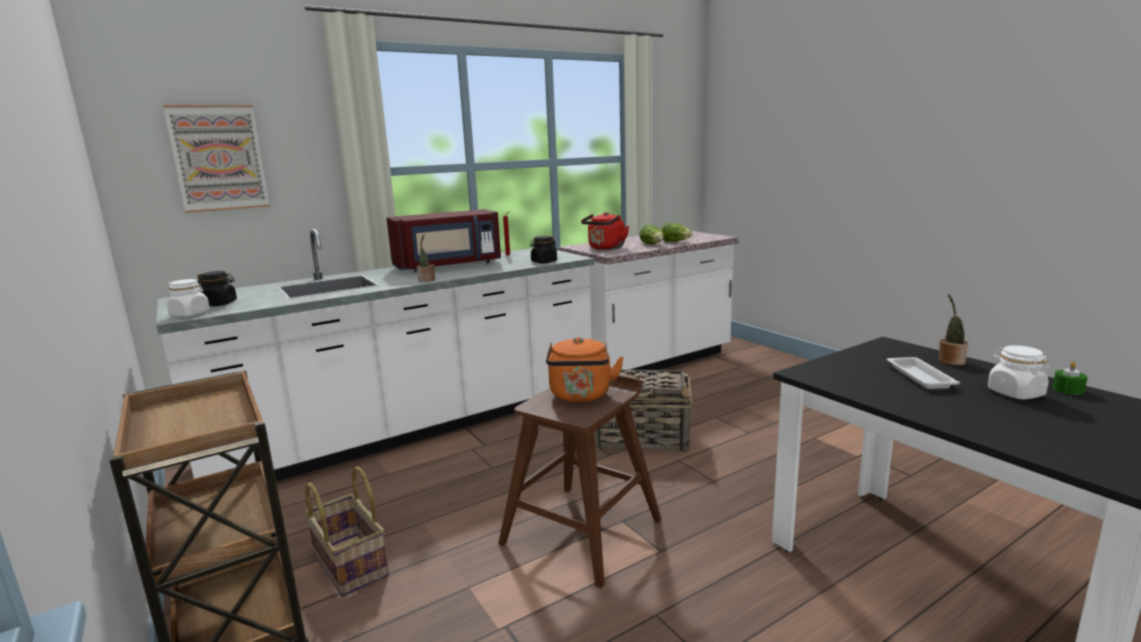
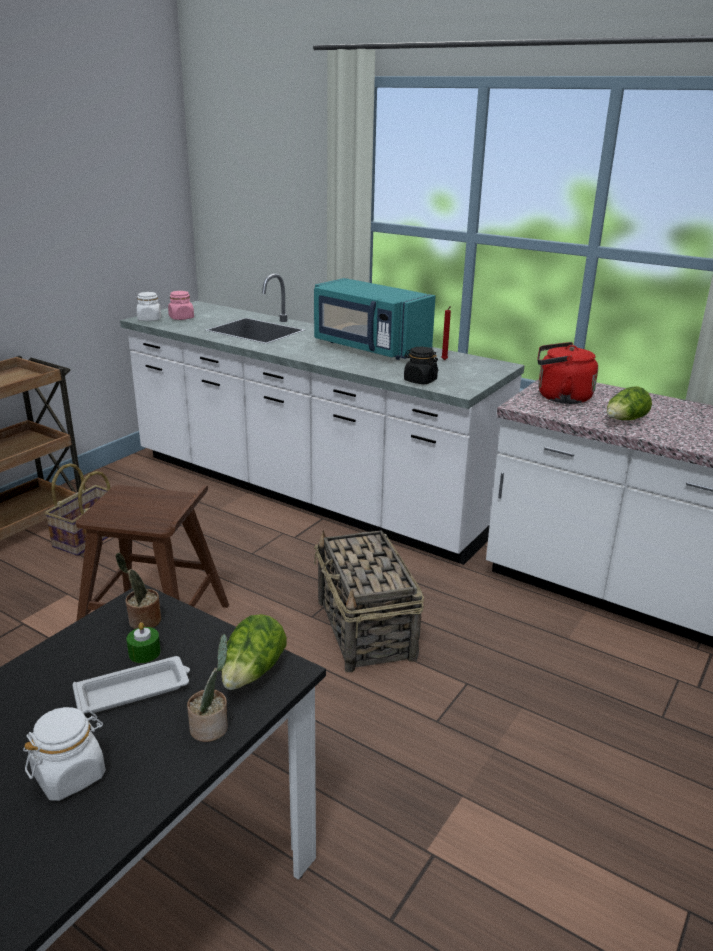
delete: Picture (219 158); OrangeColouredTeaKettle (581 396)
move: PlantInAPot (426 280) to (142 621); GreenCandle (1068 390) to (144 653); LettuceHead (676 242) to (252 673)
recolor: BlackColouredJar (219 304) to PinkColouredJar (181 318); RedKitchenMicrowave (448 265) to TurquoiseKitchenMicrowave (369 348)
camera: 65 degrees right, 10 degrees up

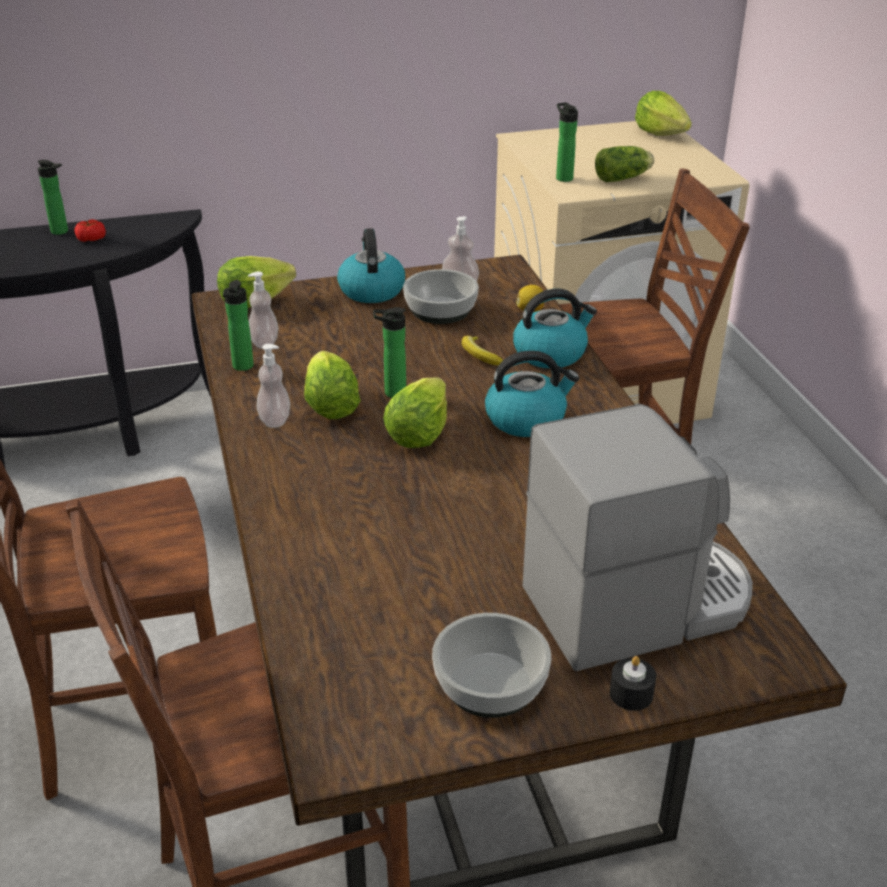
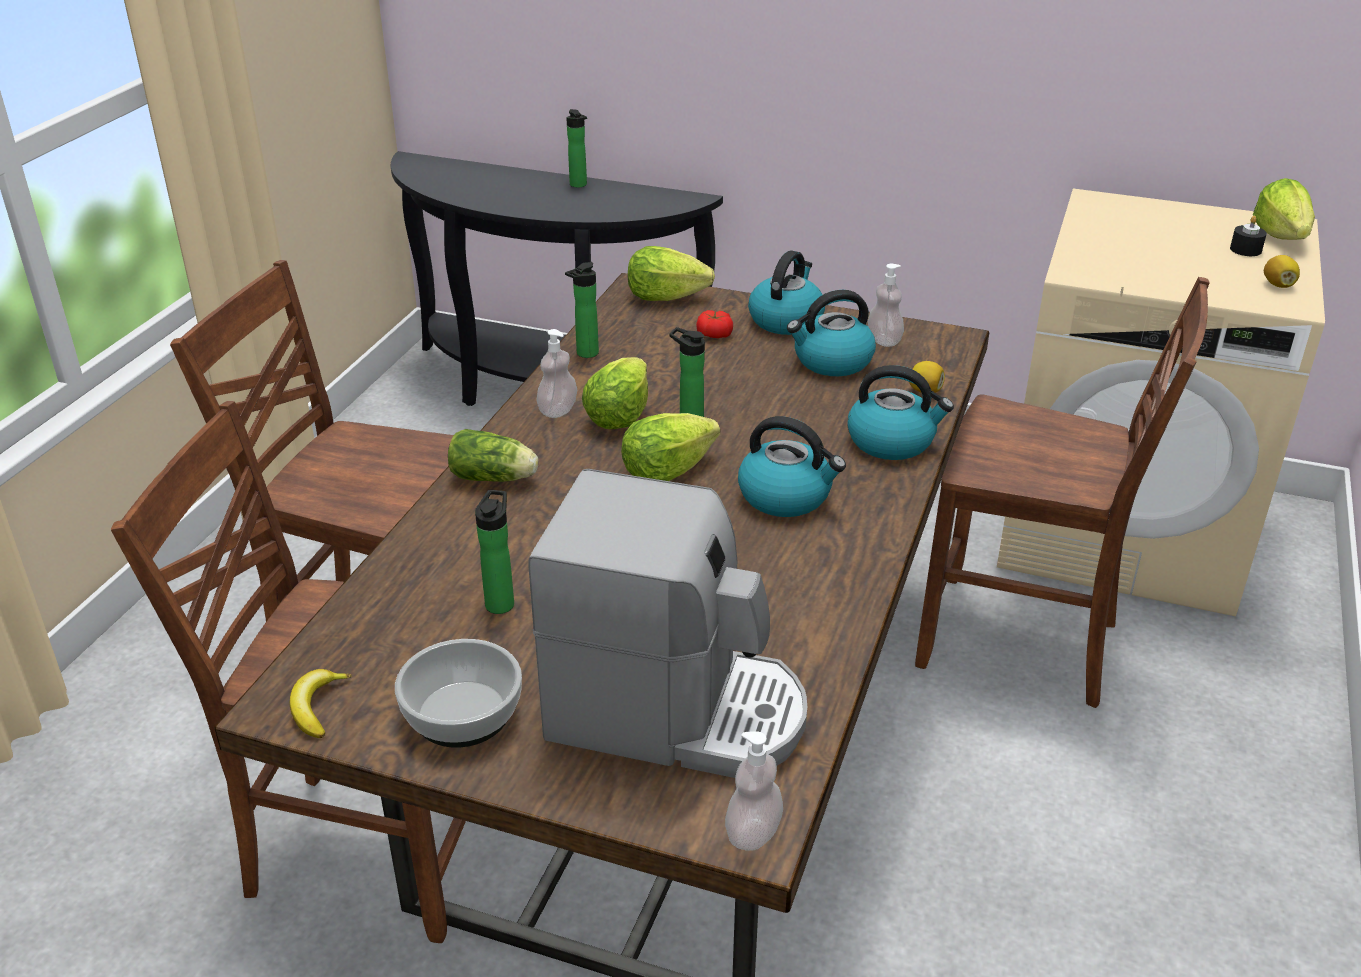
insert: CitrusFruit (1278 285)
move: WholeBanana (479 355) to (317 707); LettuceHead (624 178) to (495 478); Bottle (563 178) to (501 602); Tomato (91 239) to (714 334); SoapDispenser (264 342) to (753 833); BlackColouredCandle (631 694) to (1245 249)
replace: DeepDish (441 310) to TeaKettle (832 361)
camera: 35 degrees right, 0 degrees up

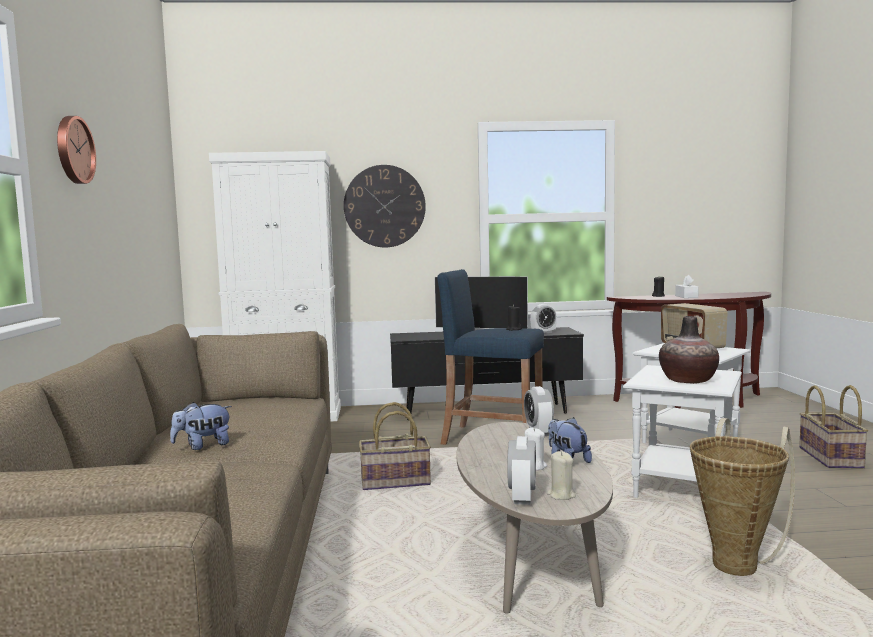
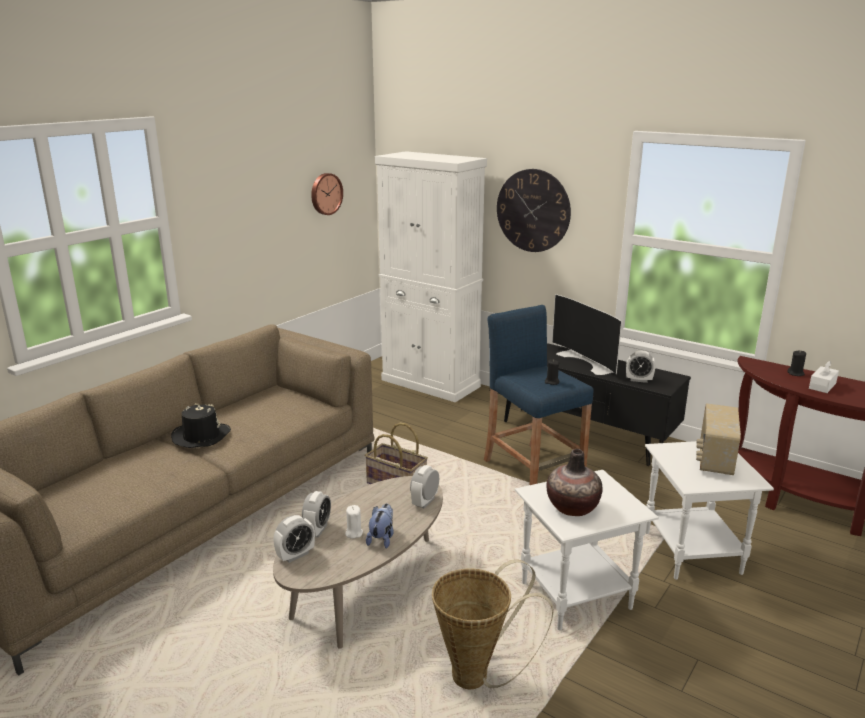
delete: BeigeColouredCandle (561 495); StorageBasket (831 458)
insert: AlarmClock (317 530)
move: HangingClock (73 150) to (325 194)
replace: CuddlyToy (203 446) to BlackColouredWearableHat (201 436)
camera: 40 degrees right, 15 degrees up

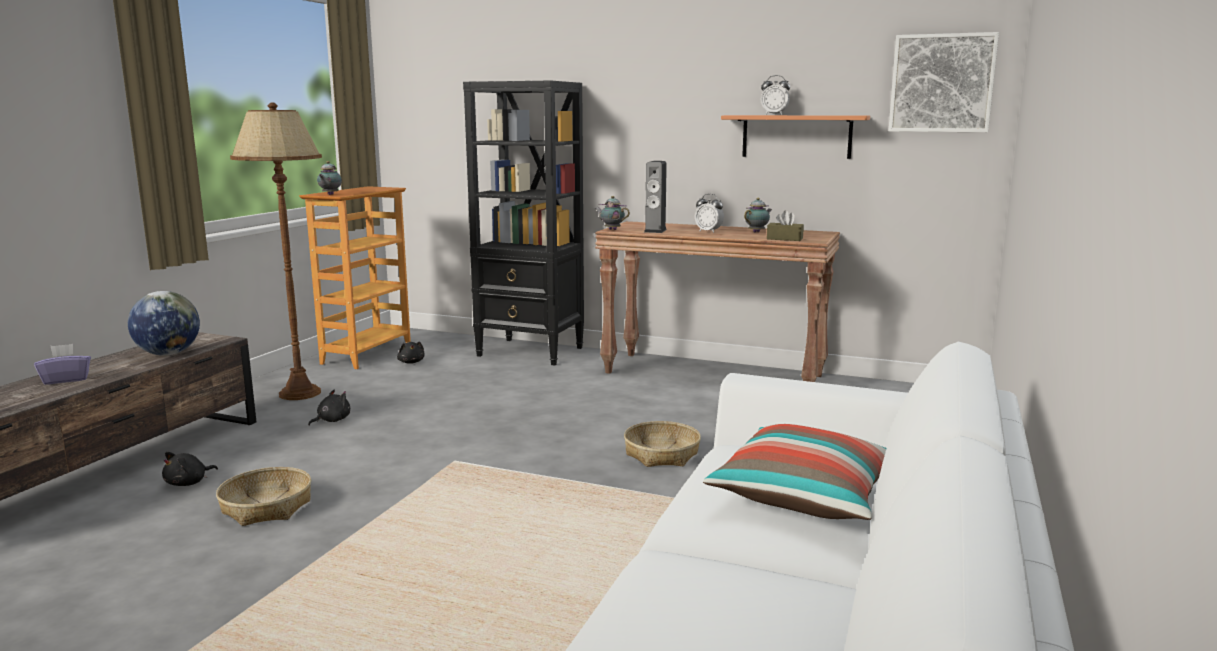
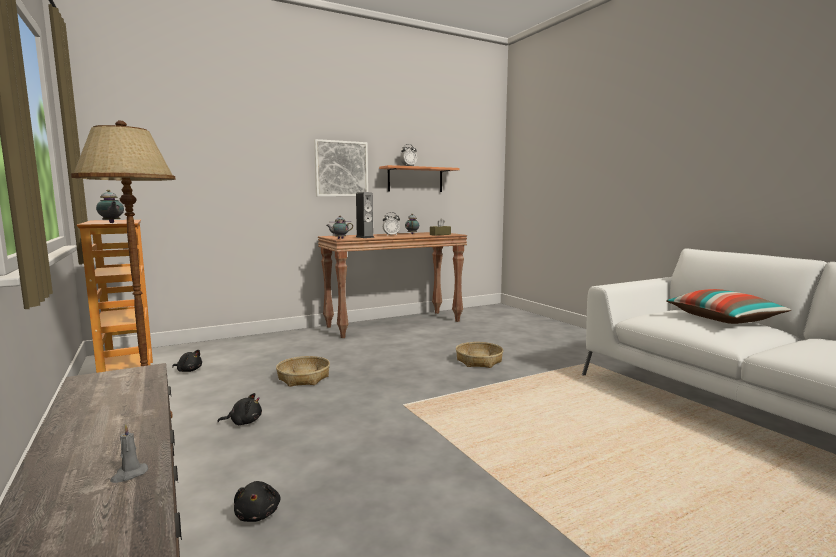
delete: PurpleColouredBoxOfTissues (66 379); Globe (168 354); BlackColouredBookcase (531 352)
insert: GreyishCandle (129 474)
move: StorageBasket (266 507) to (303 378); Picture (941 83) to (341 169)
rotate: BlackColouredCuddlyToy (332 420) = (244 422) 90 degrees clockwise
camera: 50 degrees left, 5 degrees down

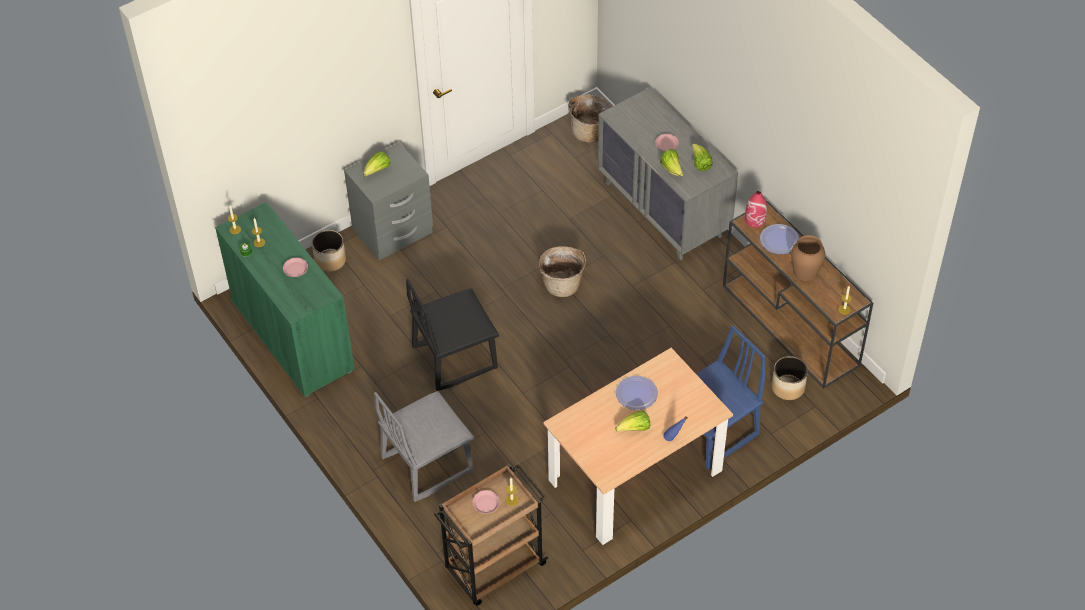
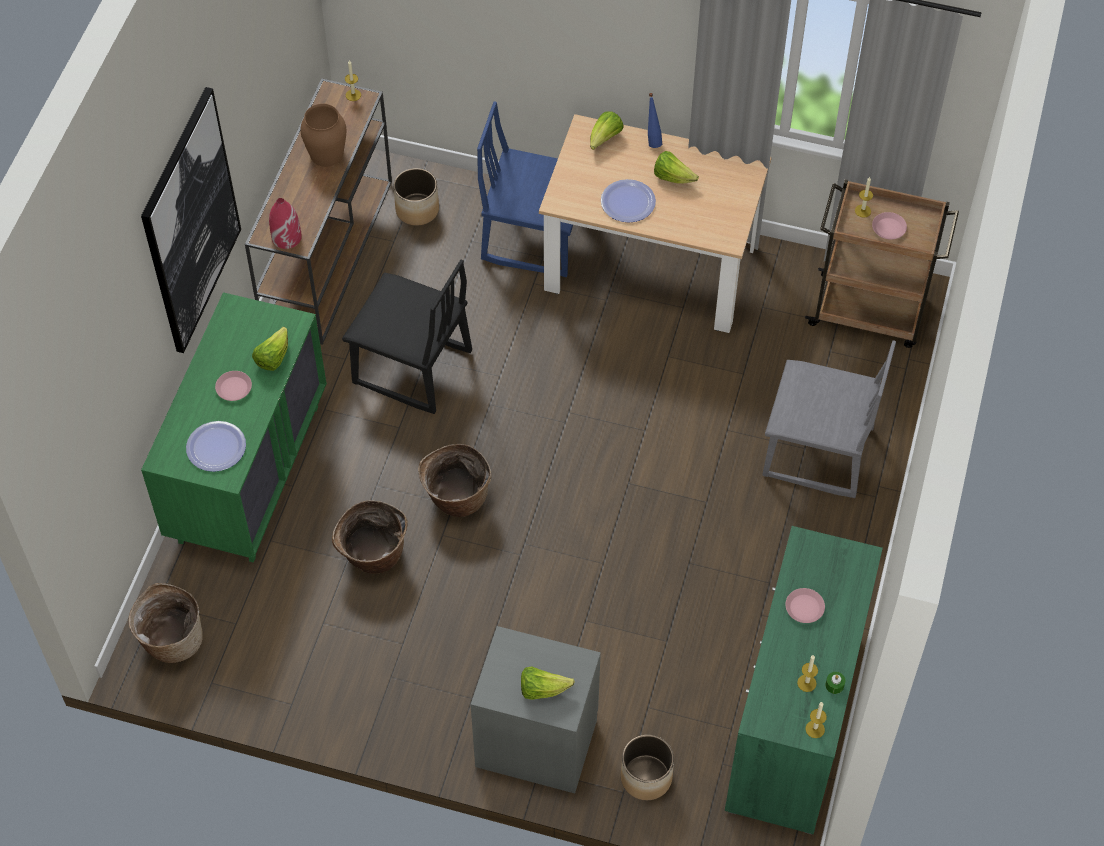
insert: Picture (190 222); StorageBasket (373 556)
move: FlatDish (779 240) to (216 447); BlackColouredPlainChair (454 357) to (412 368); LettuceHead (700 163) to (604 139)
recolor: GreyishDresser (663 210) to GreenDresser (249 472)
camera: 130 degrees left, 5 degrees up

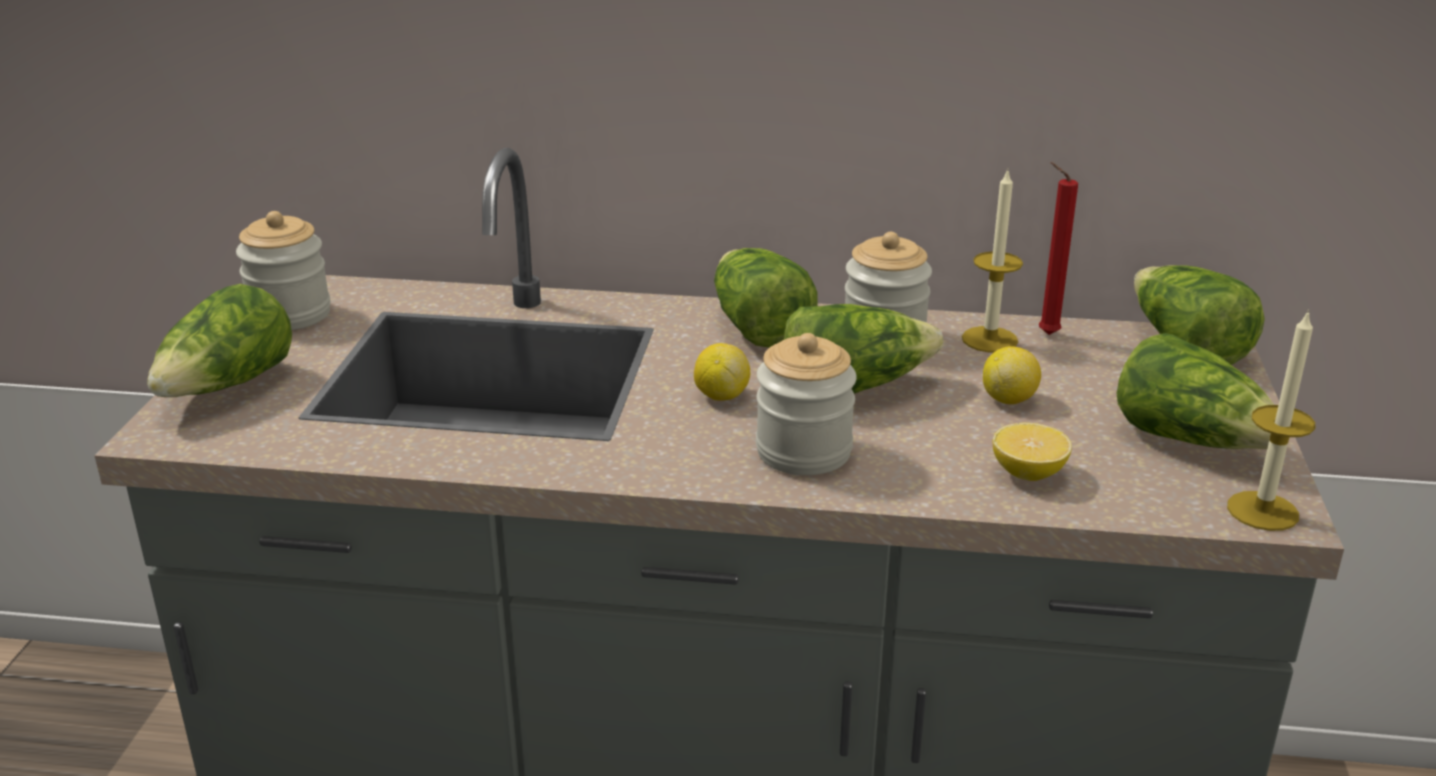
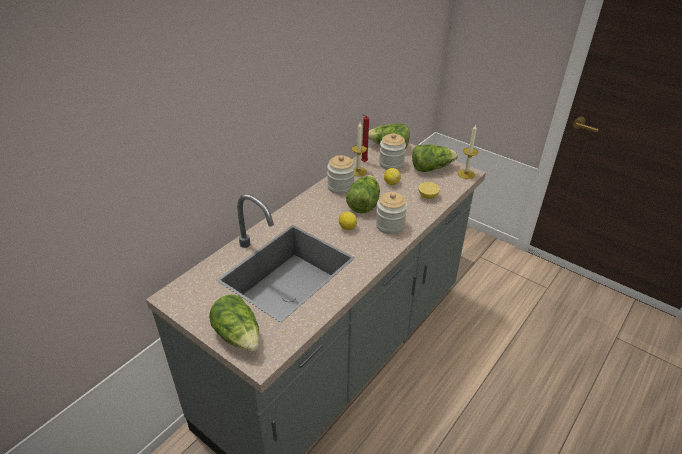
delete: LettuceHead (758 327)
move: Jar (290 314) to (391 164)
camera: 60 degrees left, 10 degrees up

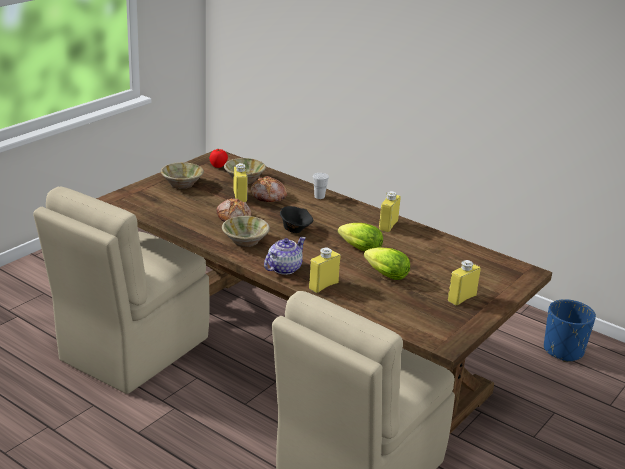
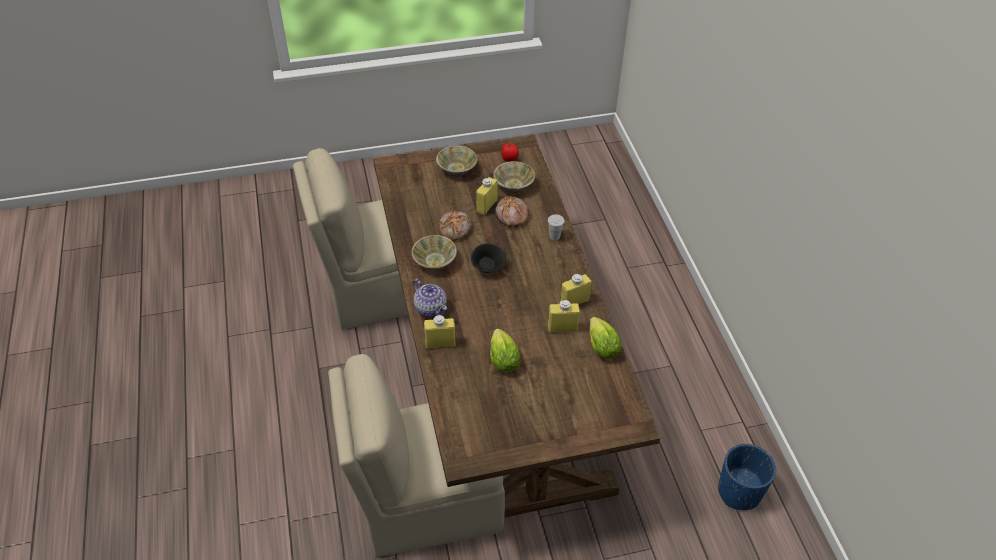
move: YellowishBottle (462 298) to (562 328); LettuceHead (358 248) to (601 345)
rotate: Teapot (283 268) = (430 308) 60 degrees clockwise
camera: 40 degrees right, 20 degrees up

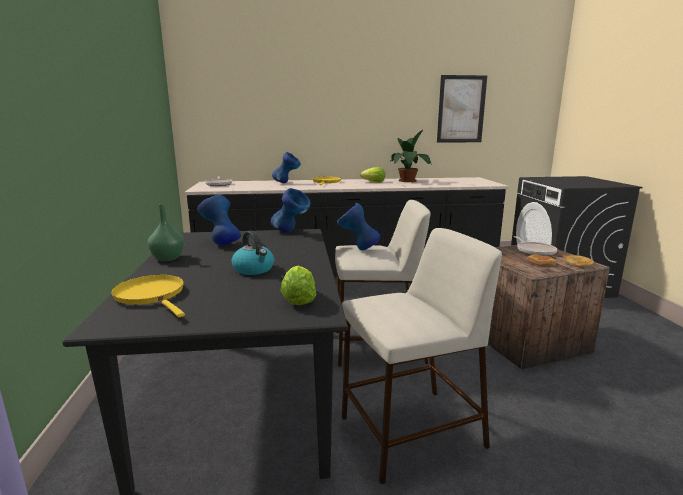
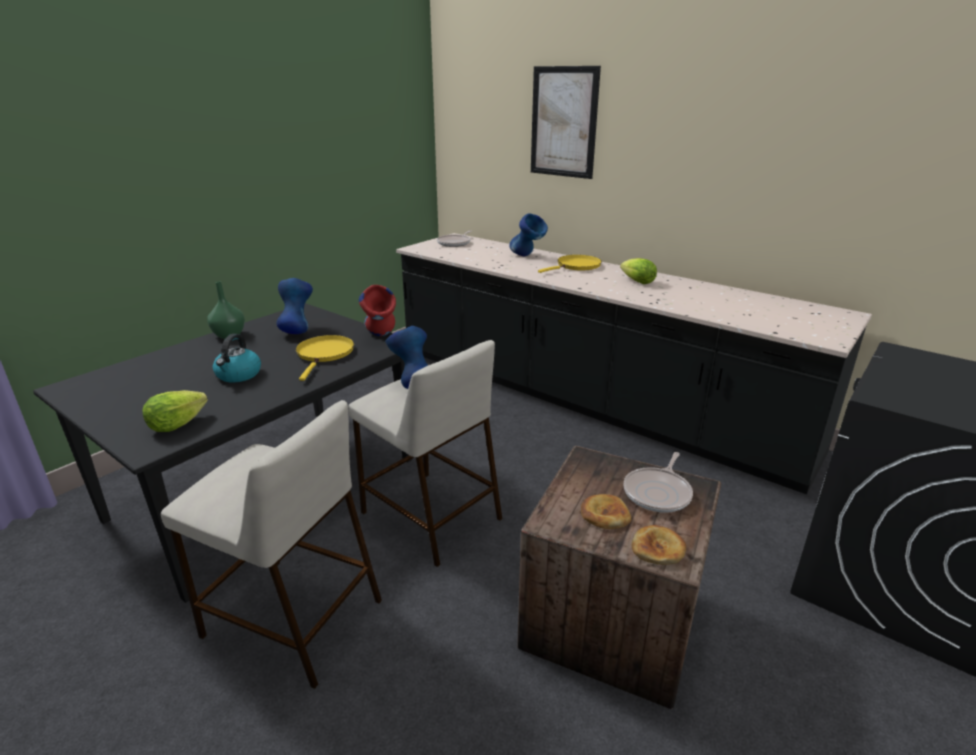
delete: PlantInAPot (408 181)
move: YellowishPan (152 295) to (324 354); Picture (461 109) to (563 122)
recolor: BlueFlowerVase (291 232) to RedFlowerVase (381 337)
camera: 45 degrees right, 10 degrees up

